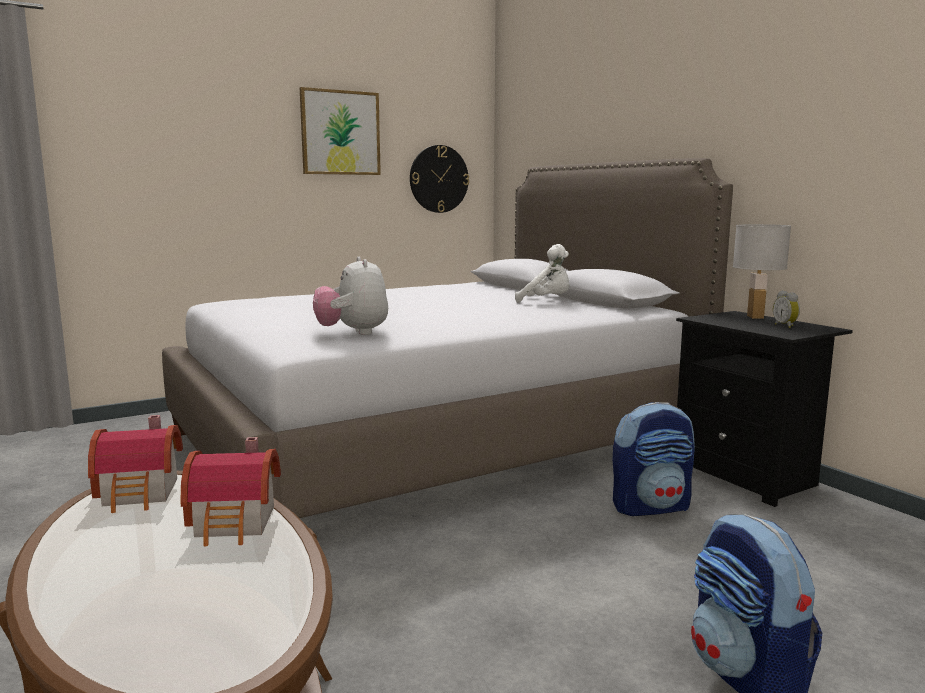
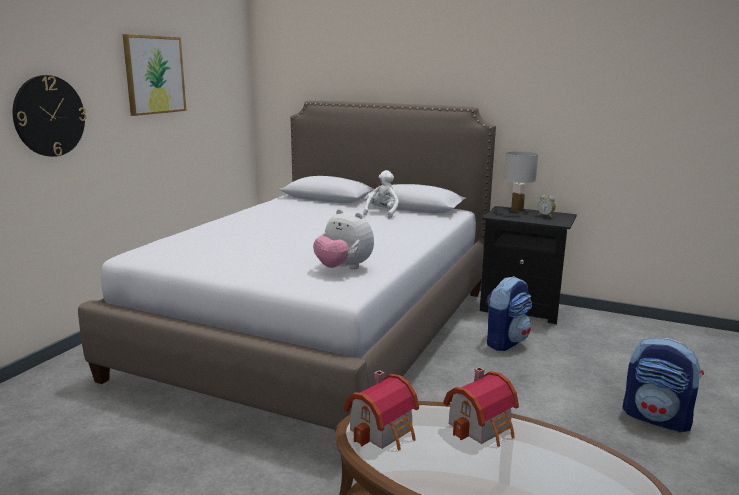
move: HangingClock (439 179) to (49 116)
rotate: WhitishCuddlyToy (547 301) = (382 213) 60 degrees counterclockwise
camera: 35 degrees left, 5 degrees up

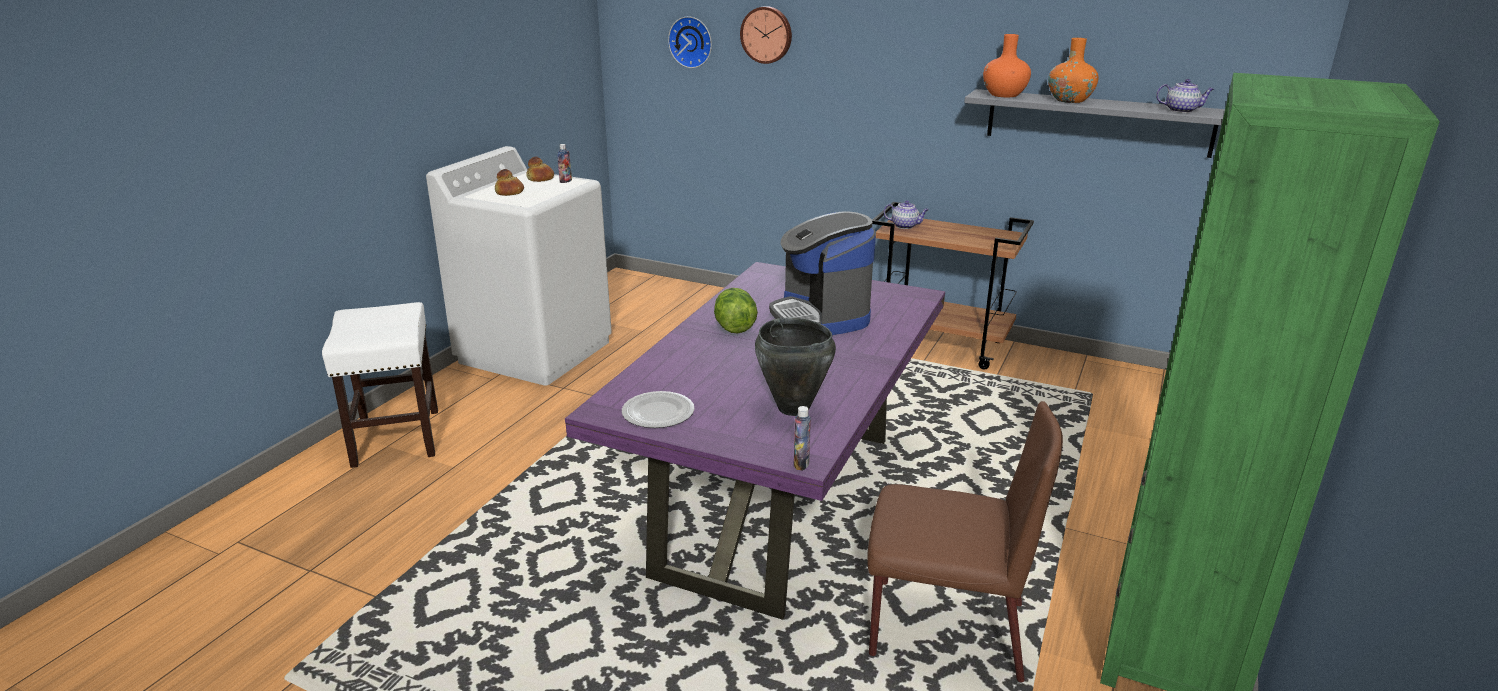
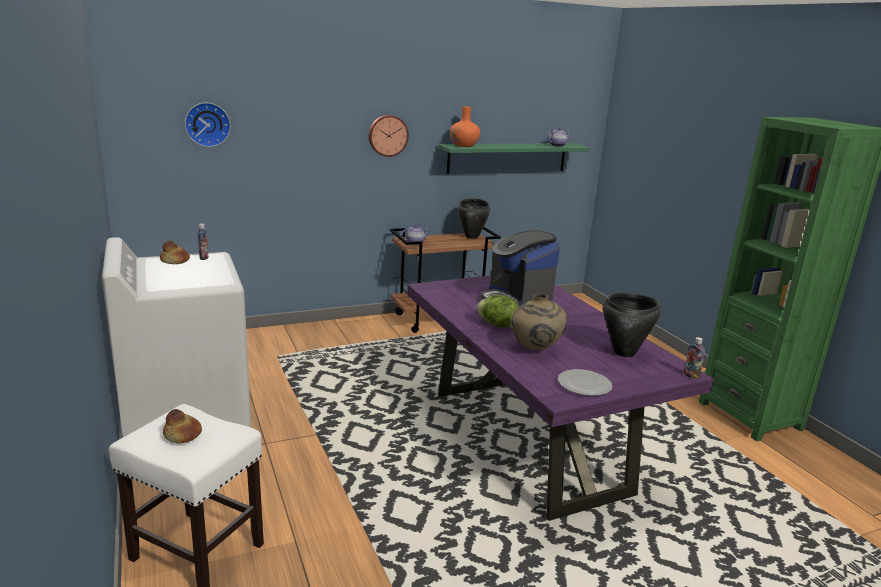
delete: BrownishPlainChair (944 628); OrangeColouredFlowerVase (1070 100)
insert: BlackColouredStockpot (472 237); BeigeColouredFlowerVase (535 350)
move: BakedBread (510 192) to (183 434); HangingClock (767 34) to (387 135)
recolor: GreyishWallShelf (1098 122) to GreenWallShelf (507 157)
rotate: CoffeeMachine (821 316) = (517 302) 45 degrees clockwise
camera: 50 degrees left, 5 degrees down

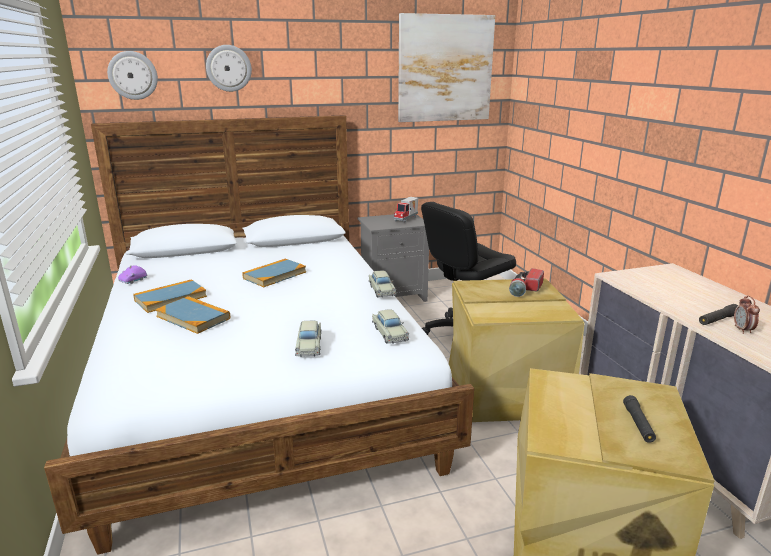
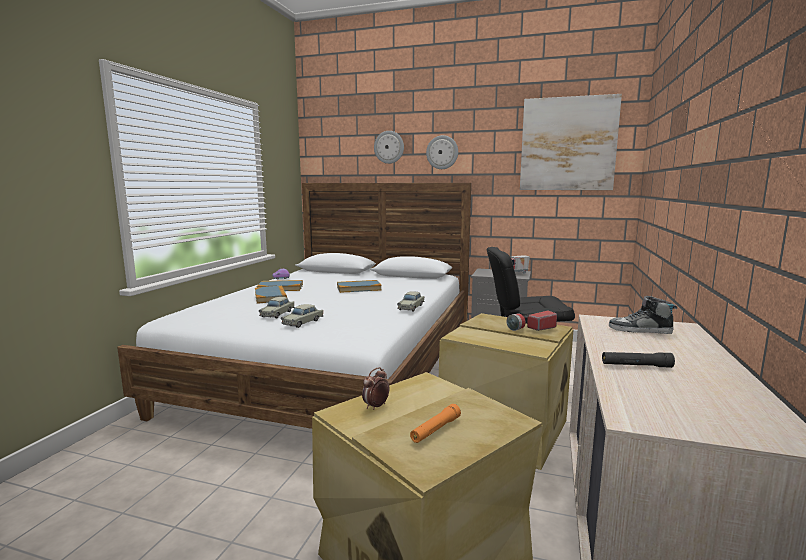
insert: Shoe (640 330)
move: BeigeColouredToyCar (389 333) to (277 314); AlarmClock (742 330) to (376 406); HangingClock (133 75) to (442 152)
recolor: BlackColouredTorch (638 424) to OrangeColouredTorch (435 430)
camera: 35 degrees right, 10 degrees down

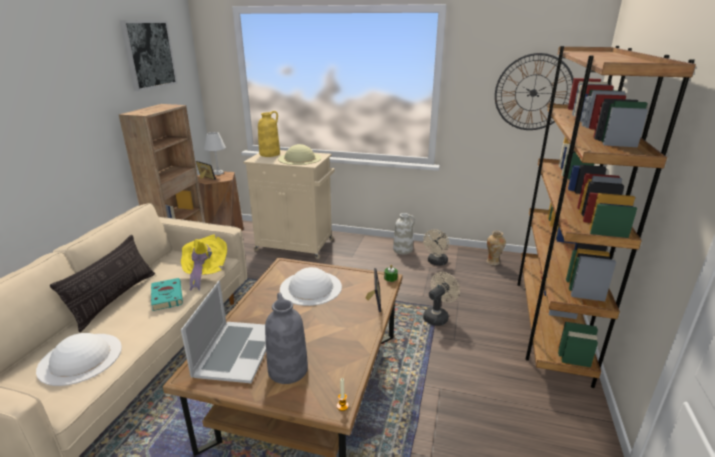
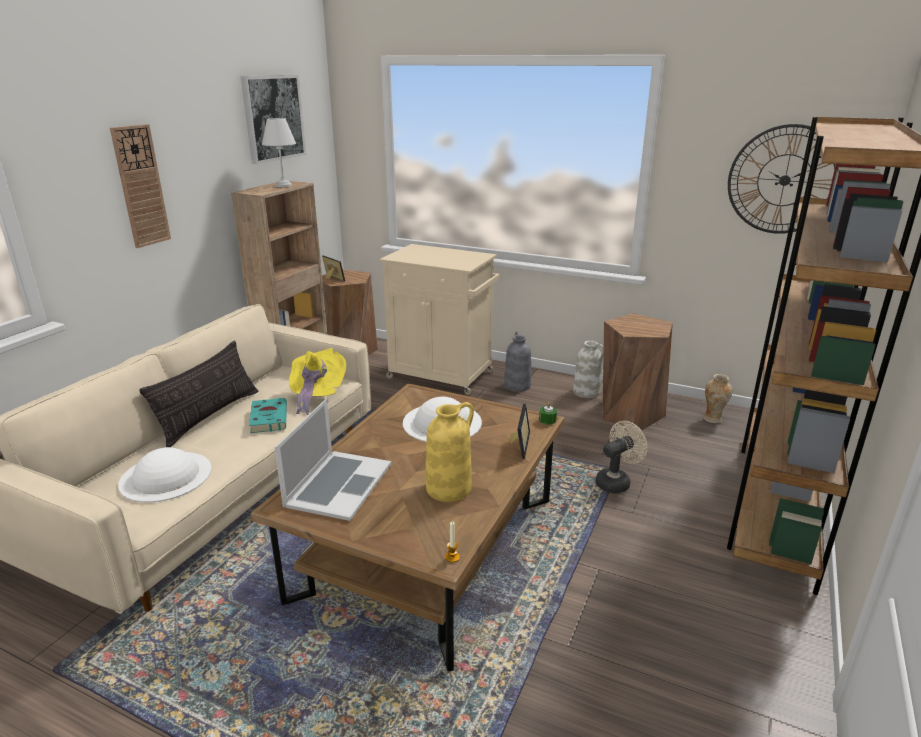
delete: BeigeColouredWearableHat (299 158)
insert: HangingClock (141 186)
move: WhitishLampForATable (218 173) to (284 185); YellowishFlowerVase (270 154) to (449 488); GreyishFlowerVase (287 369) to (516 385)
replace: BeigeColouredFan (436 262) to BrownishStool (630 412)
camera: 10 degrees right, 0 degrees up

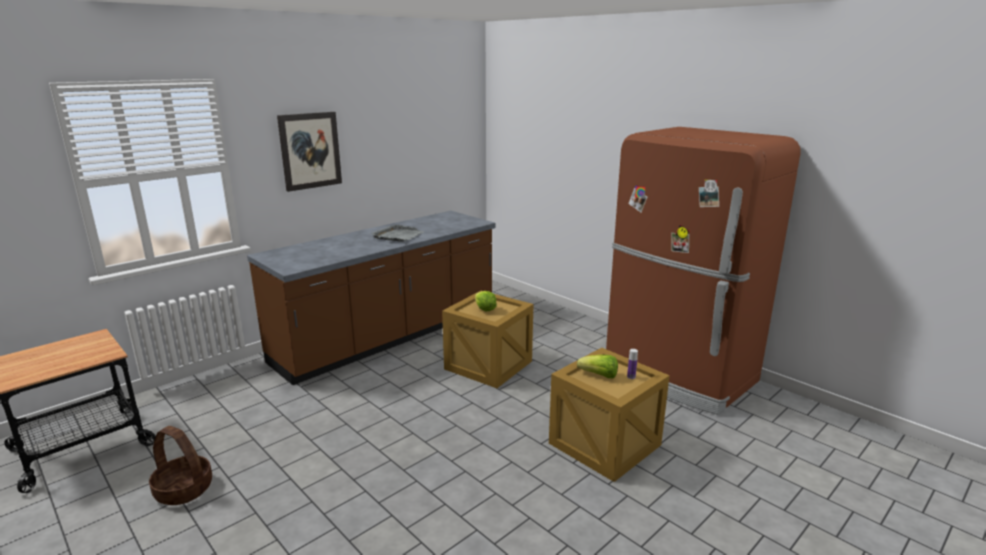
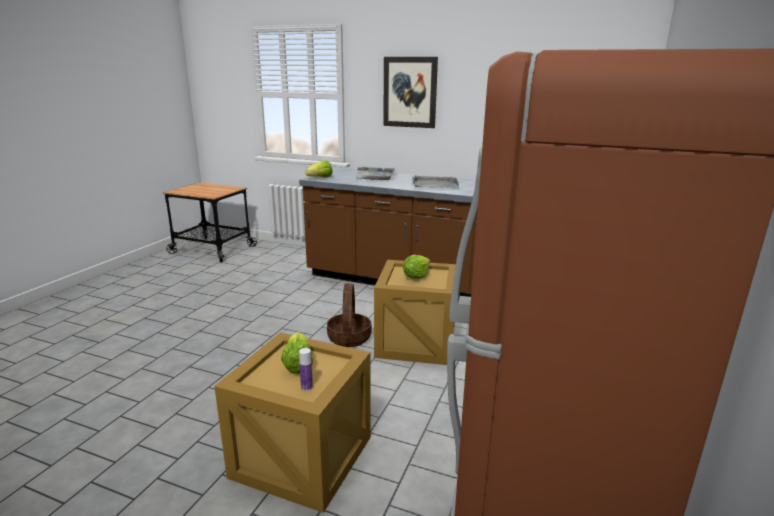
insert: LettuceHead (320 178); GreyishServingTray (375 176)
move: StorageBasket (183 490) to (349 338)
camera: 65 degrees right, 0 degrees up

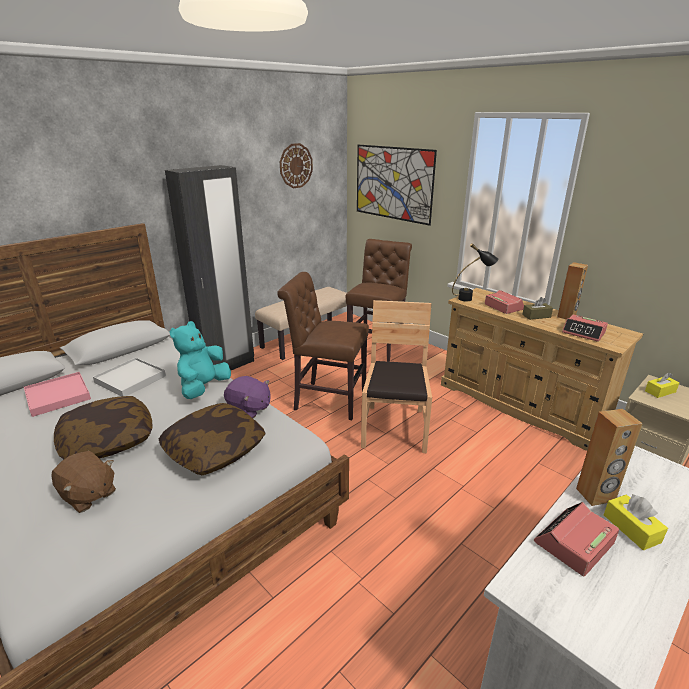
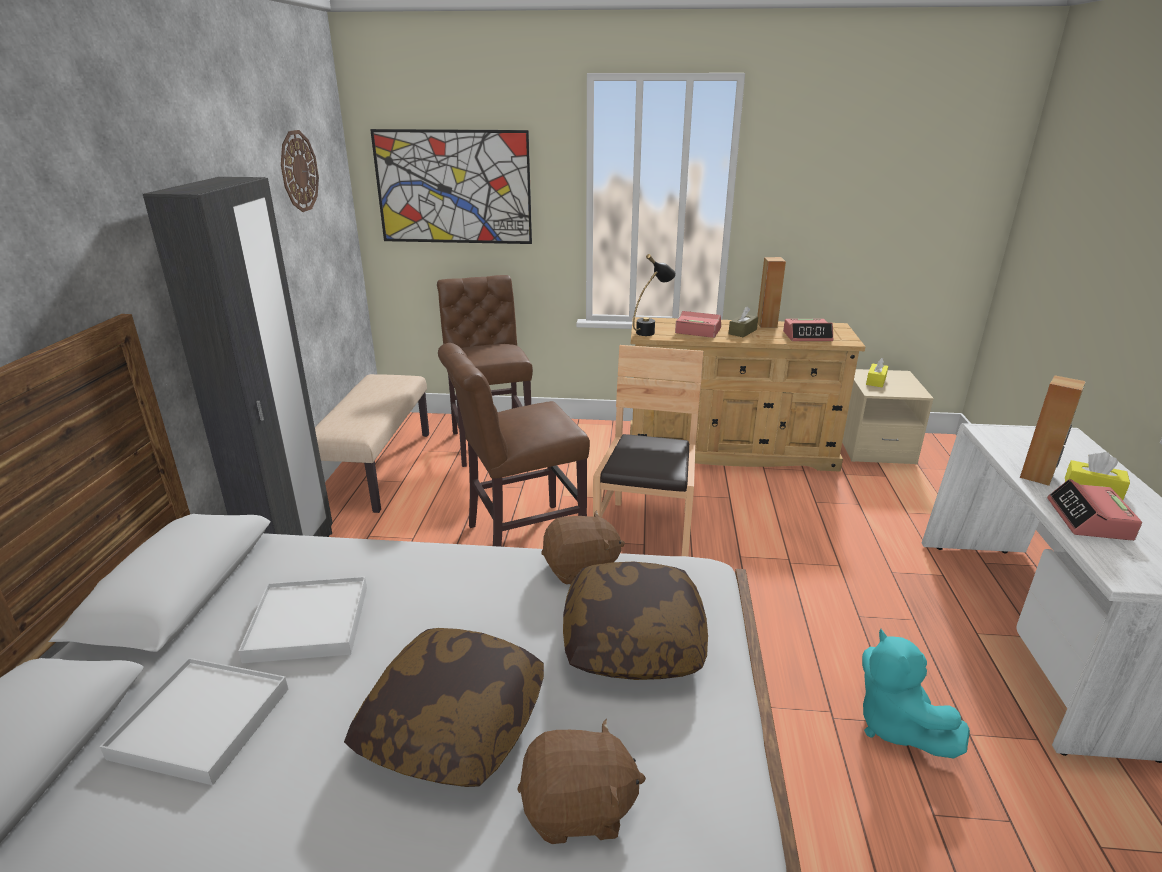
move: TurquoiseCuddlyToy (204 388) to (895 726)
recolor: PinkColouredServingTray (58 396) to WhitishServingTray (202 723); PurpleColouredCuddlyToy (249 409) to BrownishCuddlyToy (581 568)
rotate: BrownishPlainChair (394 428) = (646 533) 45 degrees clockwise
camera: 40 degrees left, 0 degrees up

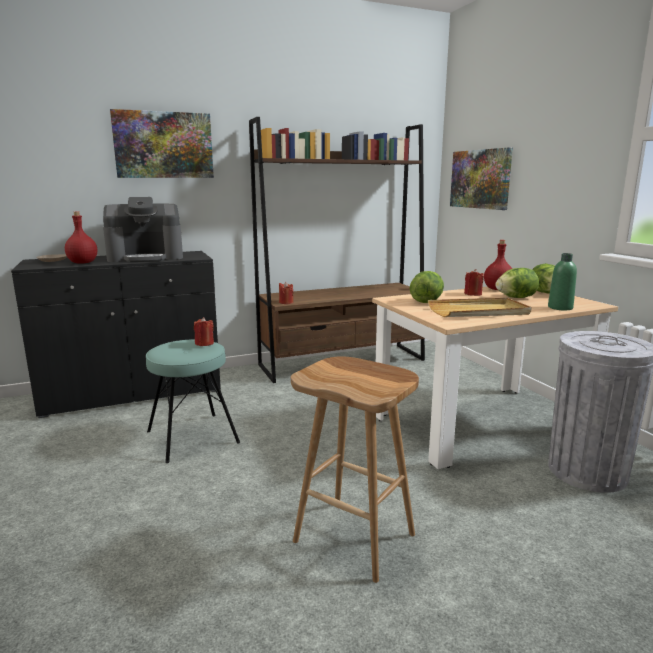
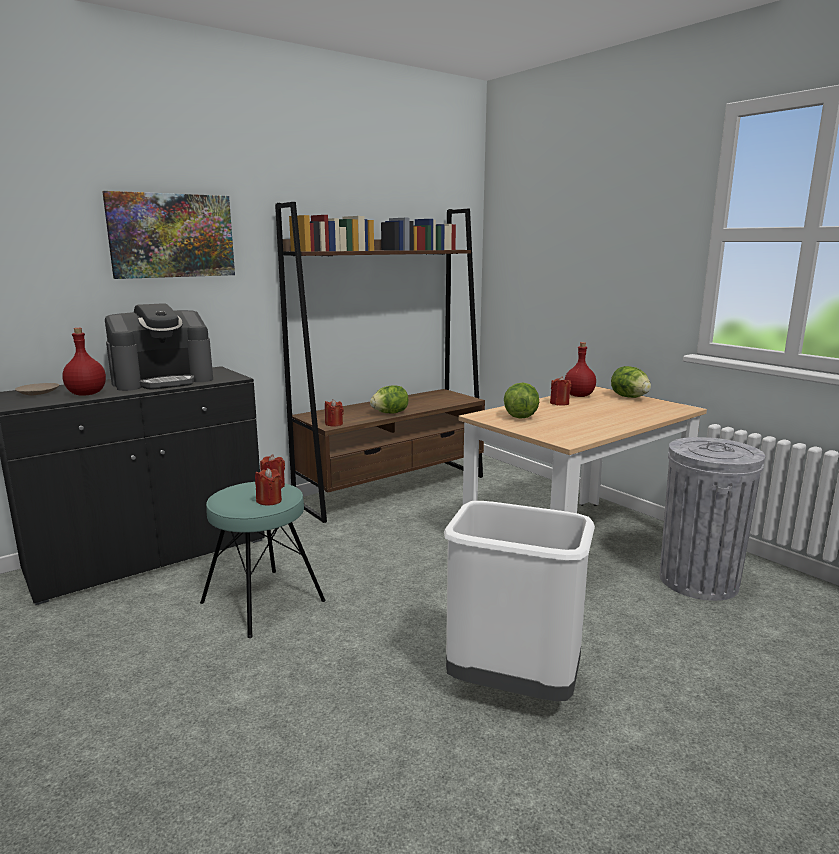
delete: BeigeColouredServingTray (479 311); Picture (480 179); GreenBottle (560 308)
insert: RedCandle (269 501)
move: LettuceHead (516 298) to (390 413)
replace: BrownishStool (356 538) to WhitishTrashCan (513 686)
camera: 15 degrees left, 0 degrees up

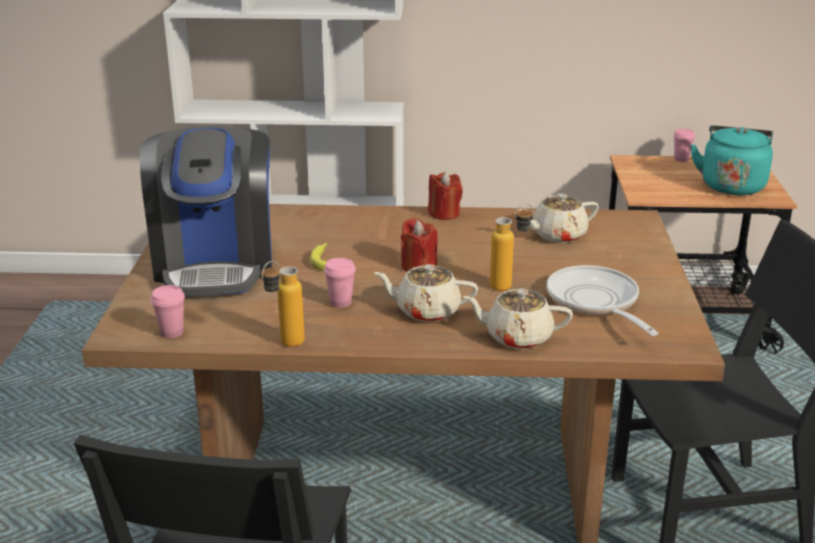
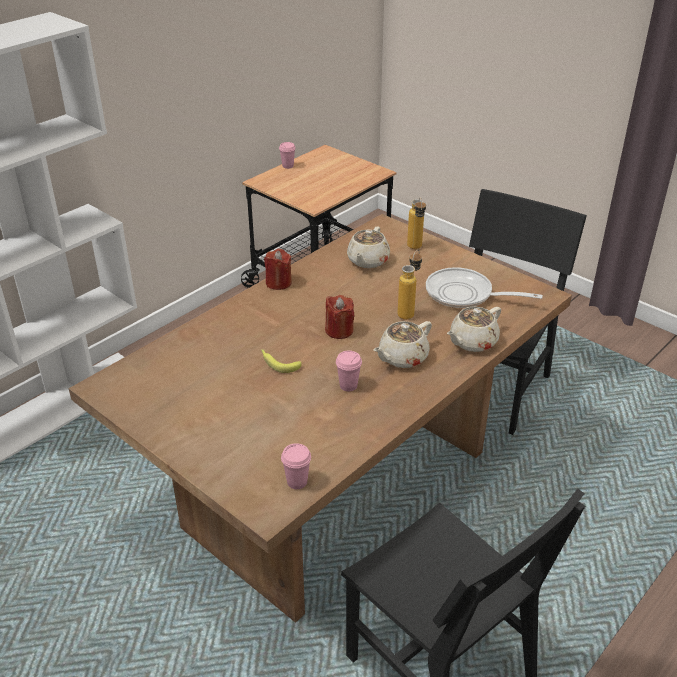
delete: CoffeeMachine (215 264); TurquoiseTeaKettle (732 185)
move: Bottle (285 345) to (415 249)
camera: 50 degrees left, 10 degrees up

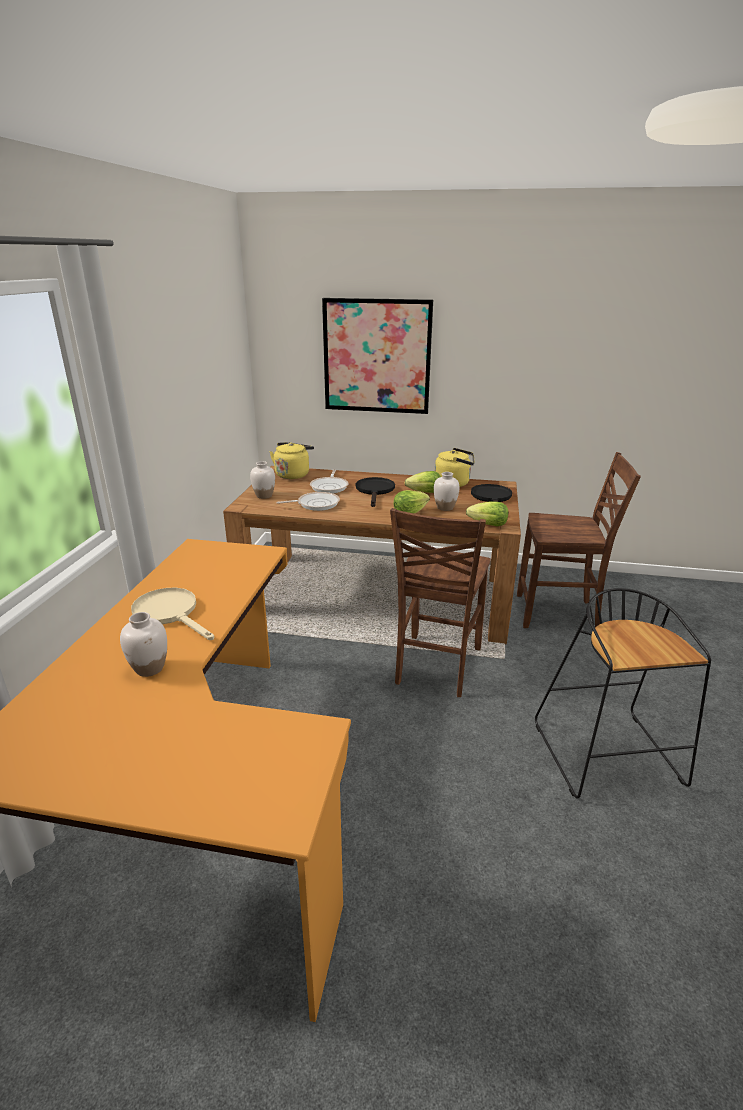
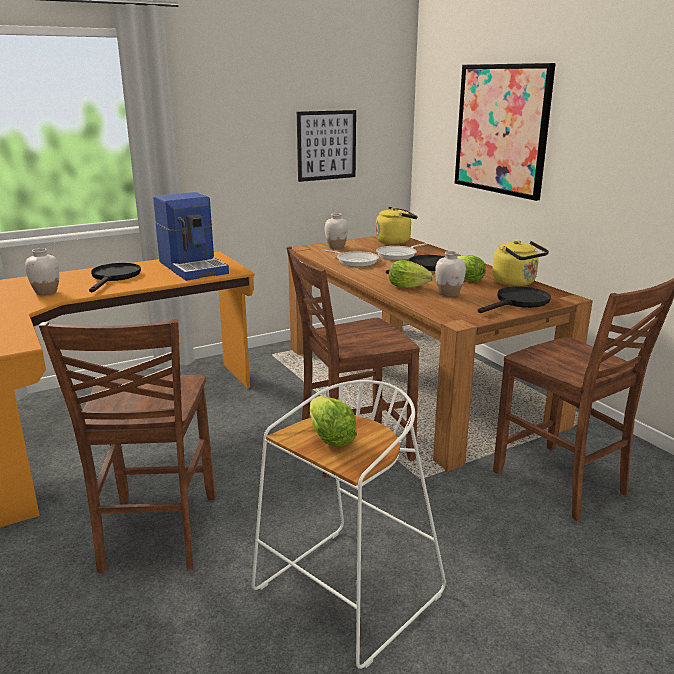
insert: BrownishPlainChair (156 534); CoffeeMachine (194 267); Picture (326 145)
move: LettuceHead (488 525) to (330 438)
recolor: BeigeColouredPan (171 613) to BlackColouredPan (114 277); BlackColouredStool (609 756) to WhitishStool (347 595)
camera: 50 degrees right, 5 degrees down

